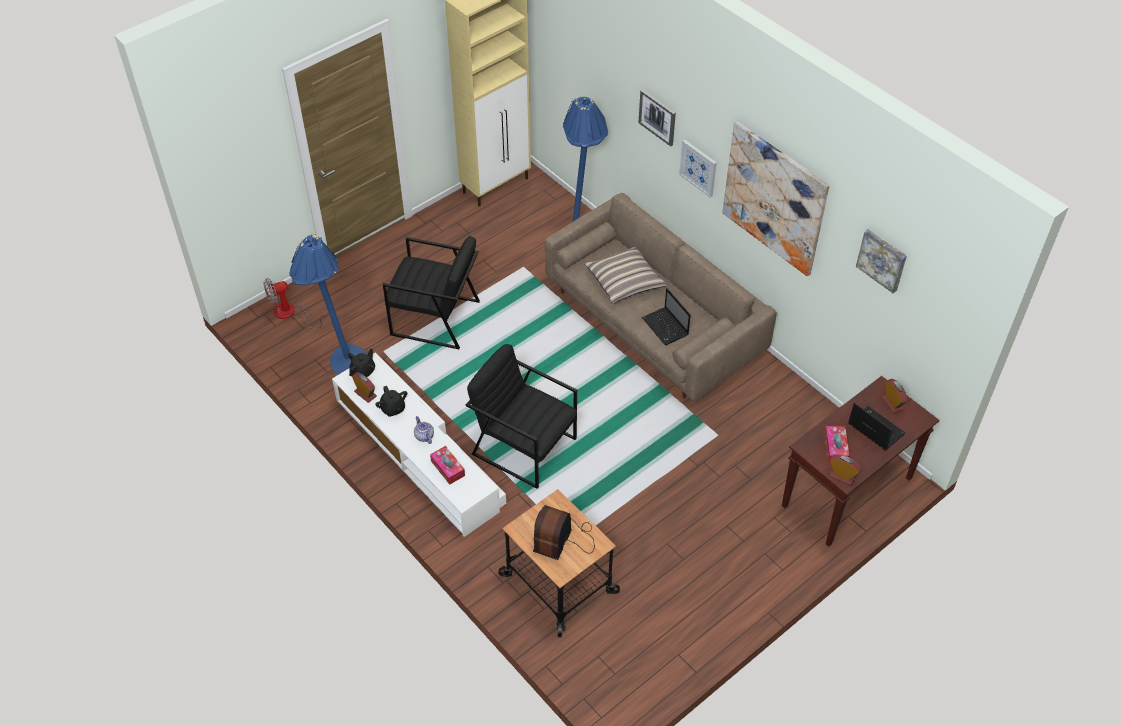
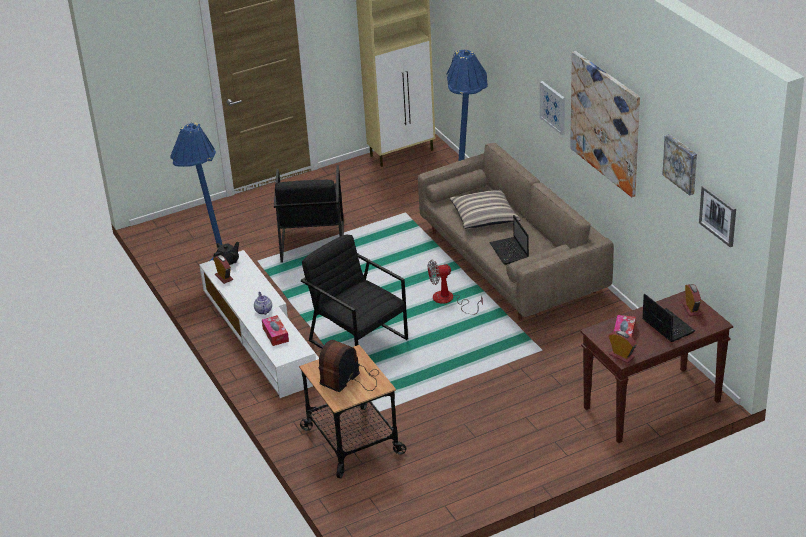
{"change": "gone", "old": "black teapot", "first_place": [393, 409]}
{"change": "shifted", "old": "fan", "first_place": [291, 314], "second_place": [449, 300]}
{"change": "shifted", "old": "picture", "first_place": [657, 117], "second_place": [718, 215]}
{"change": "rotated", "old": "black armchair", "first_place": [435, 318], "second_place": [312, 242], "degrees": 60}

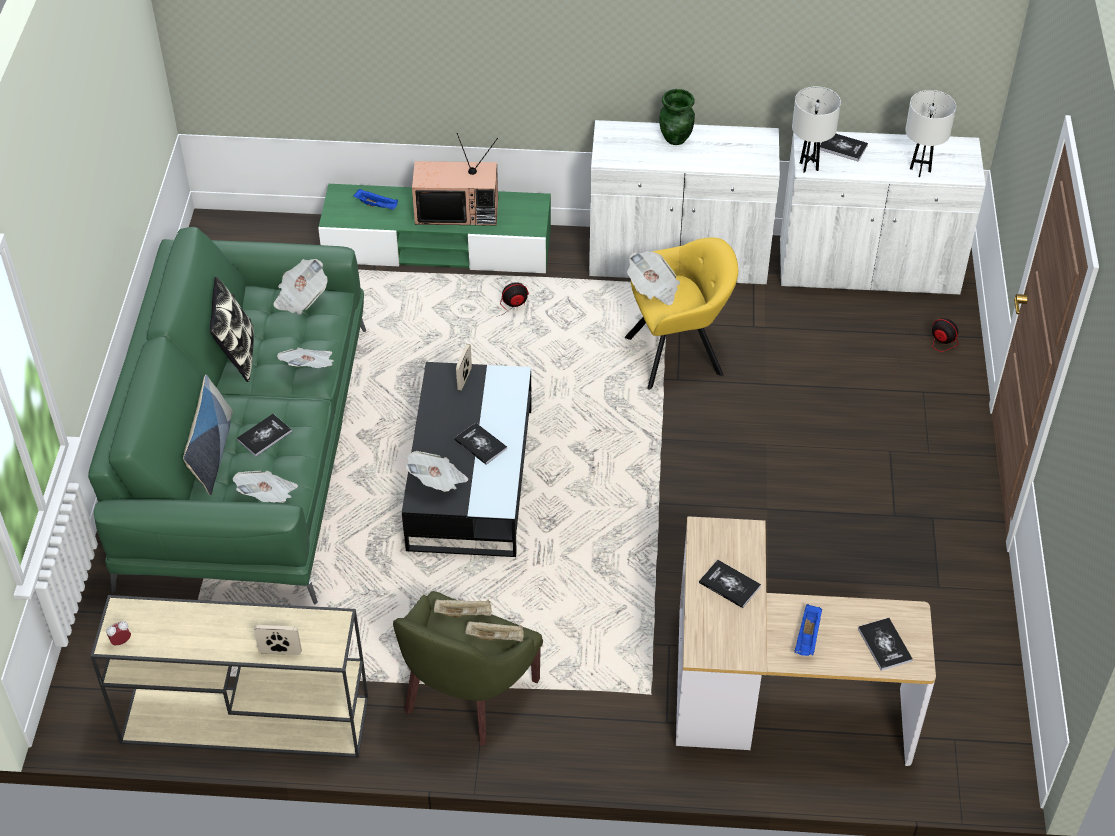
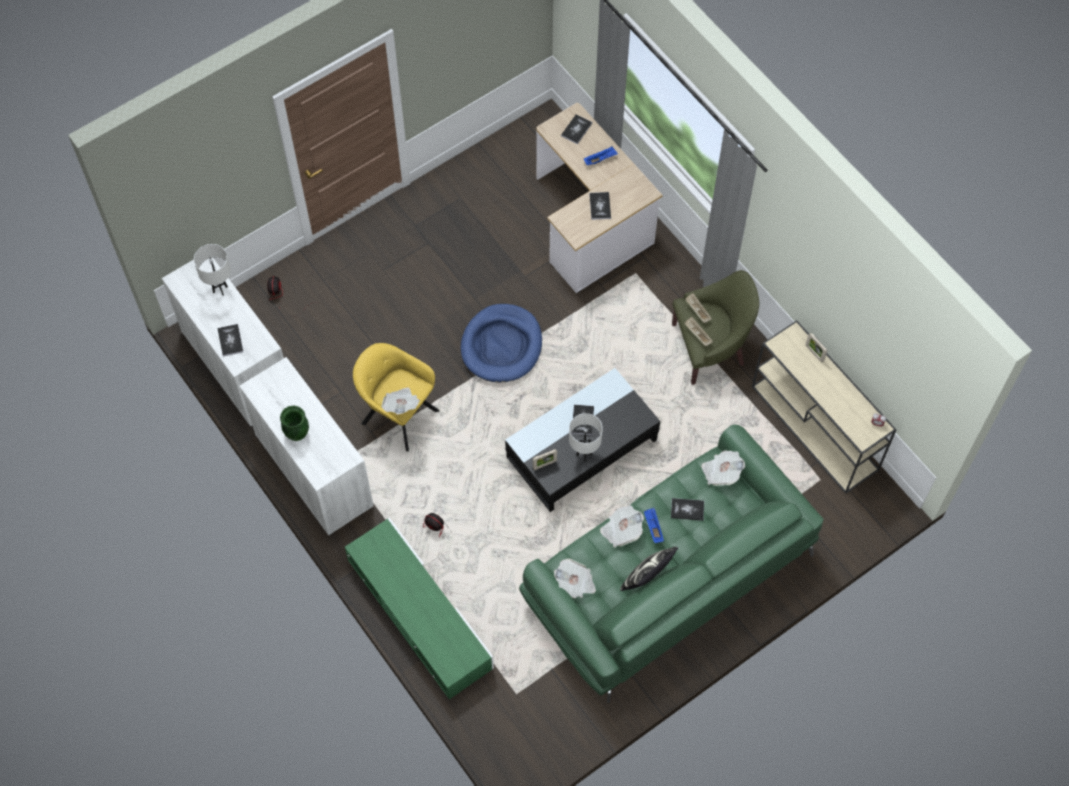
{"change": "gone", "old": "pillow", "first_place": [212, 452]}
{"change": "gone", "old": "newspaper", "first_place": [437, 481]}
{"change": "gone", "old": "television", "first_place": [458, 210]}
{"change": "new", "new": "blue dog bed", "second_place": [501, 345]}
{"change": "shifted", "old": "blue tray", "first_place": [377, 205], "second_place": [653, 527]}
{"change": "shifted", "old": "white table lamp", "first_place": [809, 166], "second_place": [584, 454]}

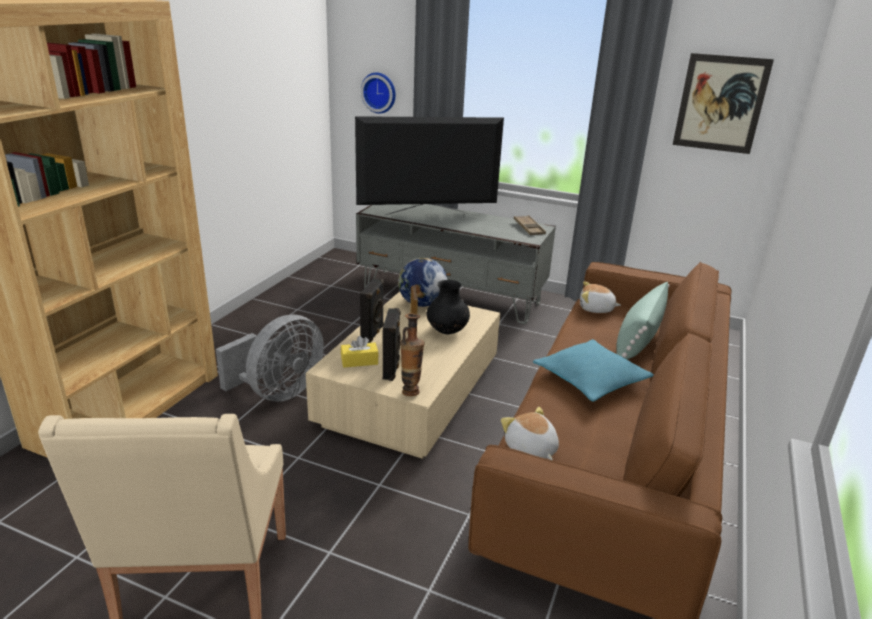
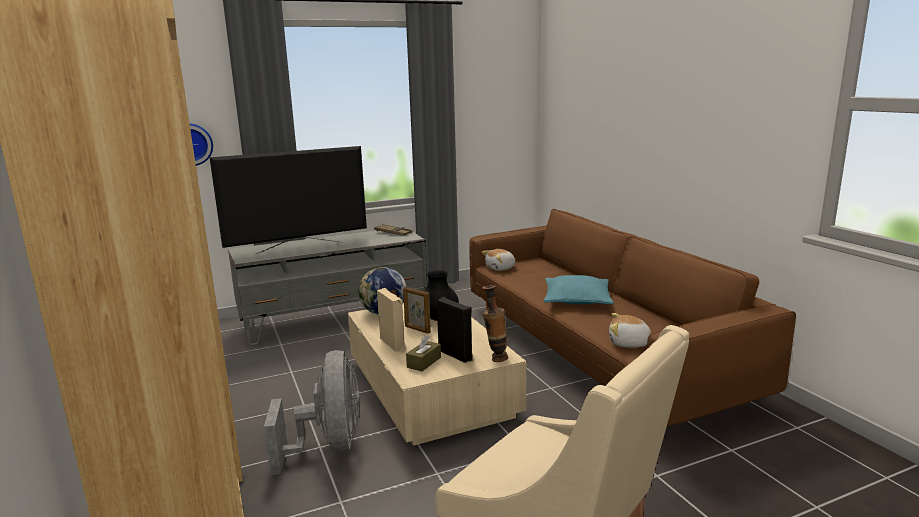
{"change": "gone", "old": "green pillow", "first_place": [638, 340]}
{"change": "gone", "old": "picture", "first_place": [720, 103]}
{"change": "repainted", "old": "yellow tissue box", "new": "brown tissue box", "first_place": [359, 361], "second_place": [424, 362]}
{"change": "repainted", "old": "black speaker", "new": "beige speaker", "first_place": [373, 334], "second_place": [393, 344]}
{"change": "rotated", "old": "television", "first_place": [427, 215], "second_place": [299, 248], "degrees": -150}

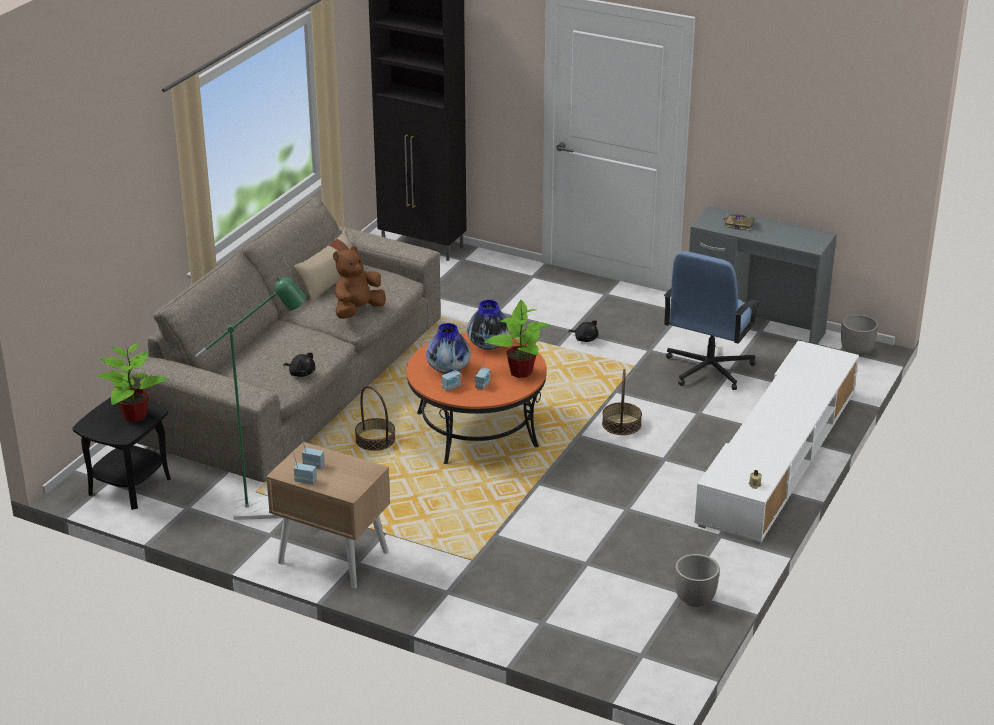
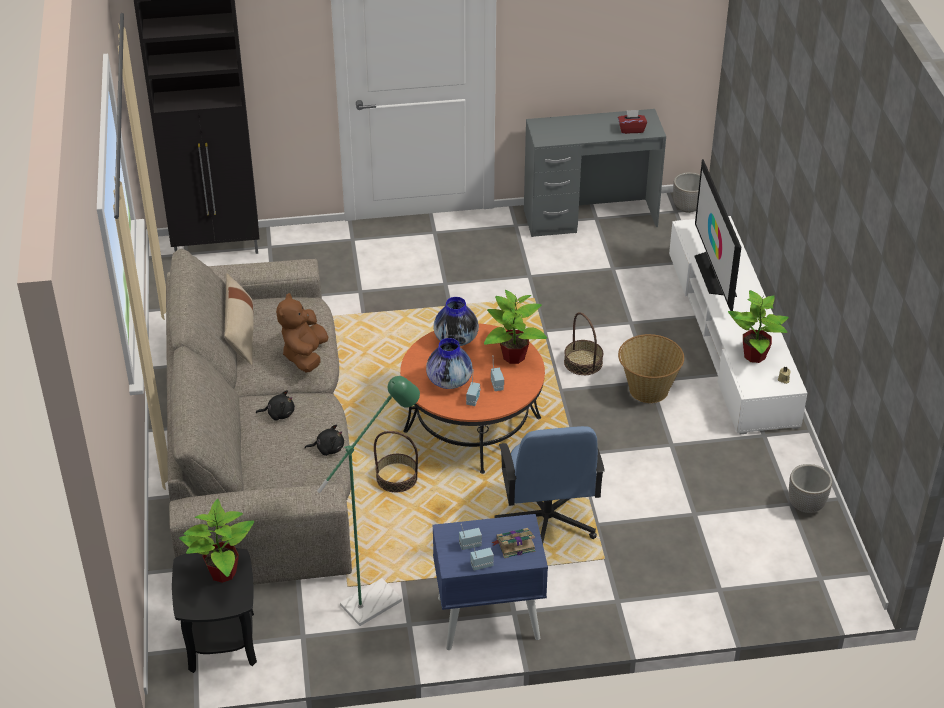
{"change": "new", "new": "red tissue box", "second_place": [631, 129]}
{"change": "new", "new": "basket", "second_place": [647, 390]}
{"change": "new", "new": "television", "second_place": [714, 273]}
{"change": "new", "new": "potted plant", "second_place": [755, 356]}
{"change": "shifted", "old": "black plush toy", "first_place": [585, 339], "second_place": [279, 414]}
{"change": "shifted", "old": "blue office chair", "first_place": [708, 369], "second_place": [546, 521]}
{"change": "shifted", "old": "book", "first_place": [738, 224], "second_place": [514, 545]}
{"change": "repainted", "old": "beige nightstand", "new": "blue nightstand", "first_place": [332, 557], "second_place": [487, 618]}

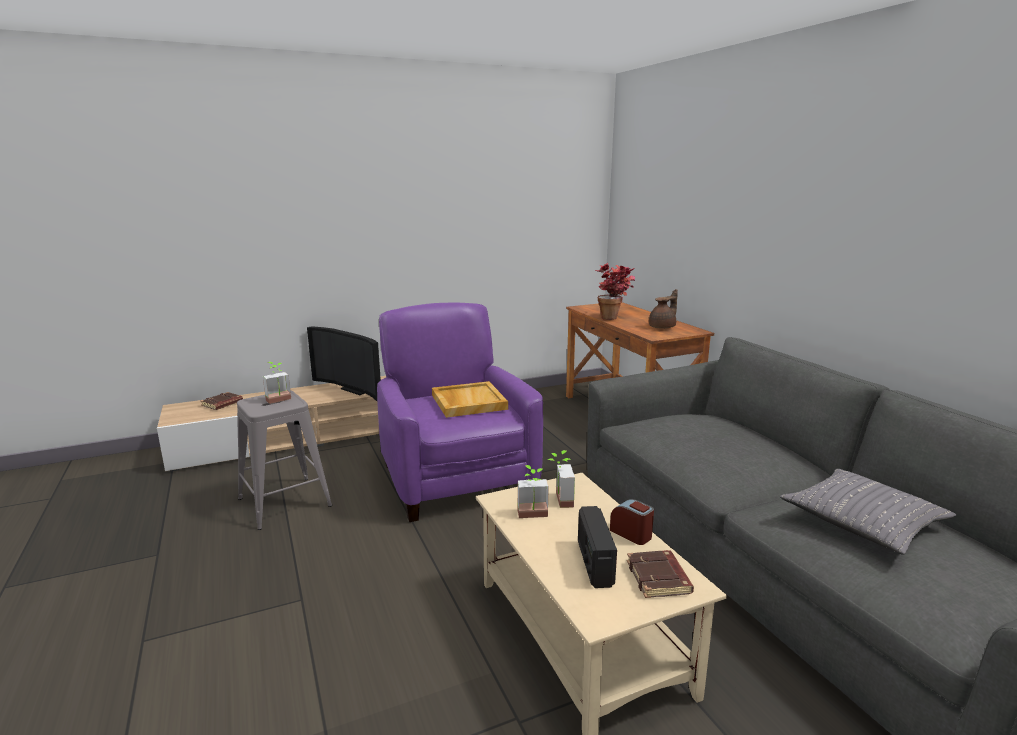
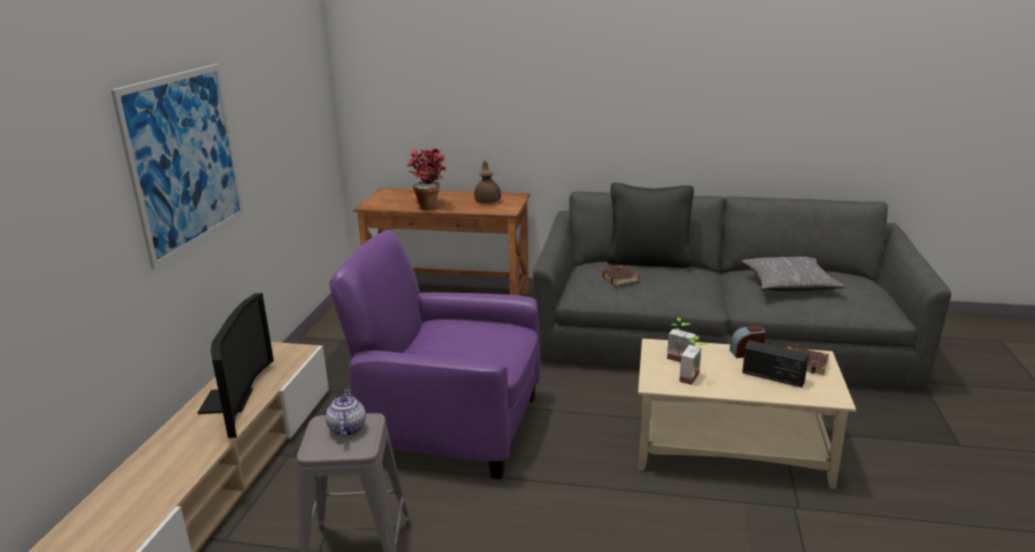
{"change": "gone", "old": "beige tray", "first_place": [468, 402]}
{"change": "new", "new": "picture", "second_place": [185, 160]}
{"change": "new", "new": "black pillow", "second_place": [648, 261]}
{"change": "shifted", "old": "brown book", "first_place": [222, 404], "second_place": [620, 278]}
{"change": "swapped", "old": "potted plant", "new": "teapot", "first_place": [280, 401], "second_place": [347, 428]}
{"change": "rotated", "old": "television", "first_place": [356, 389], "second_place": [234, 401], "degrees": -75}

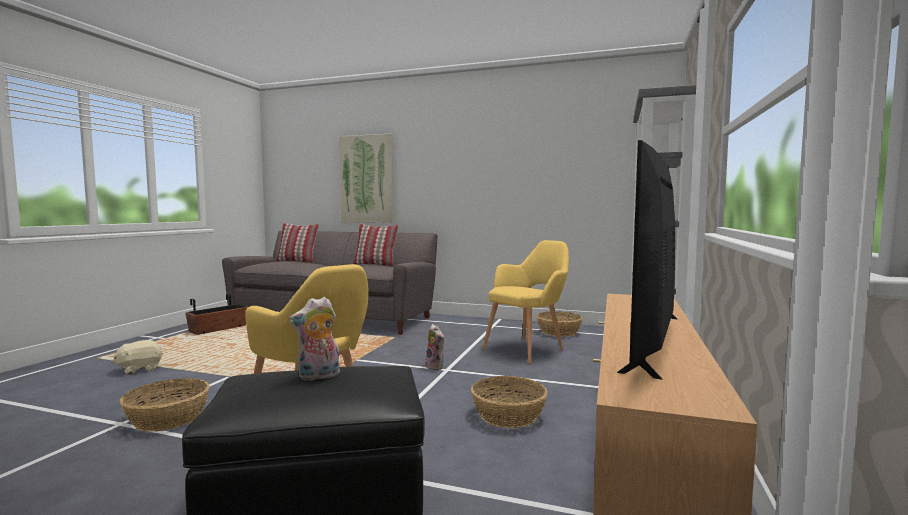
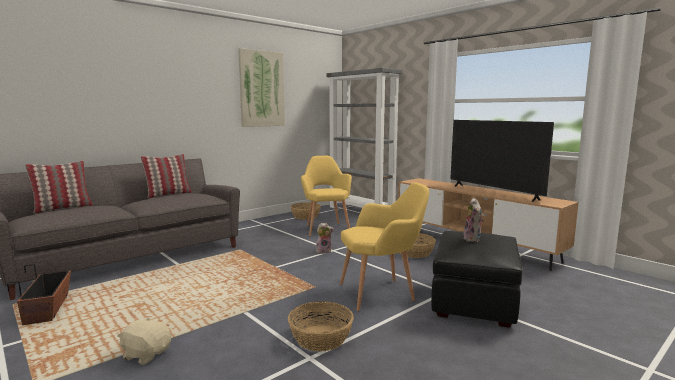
{"change": "shifted", "old": "picture", "first_place": [366, 179], "second_place": [262, 89]}
{"change": "rotated", "old": "beige plush toy", "first_place": [140, 369], "second_place": [146, 354], "degrees": 120}

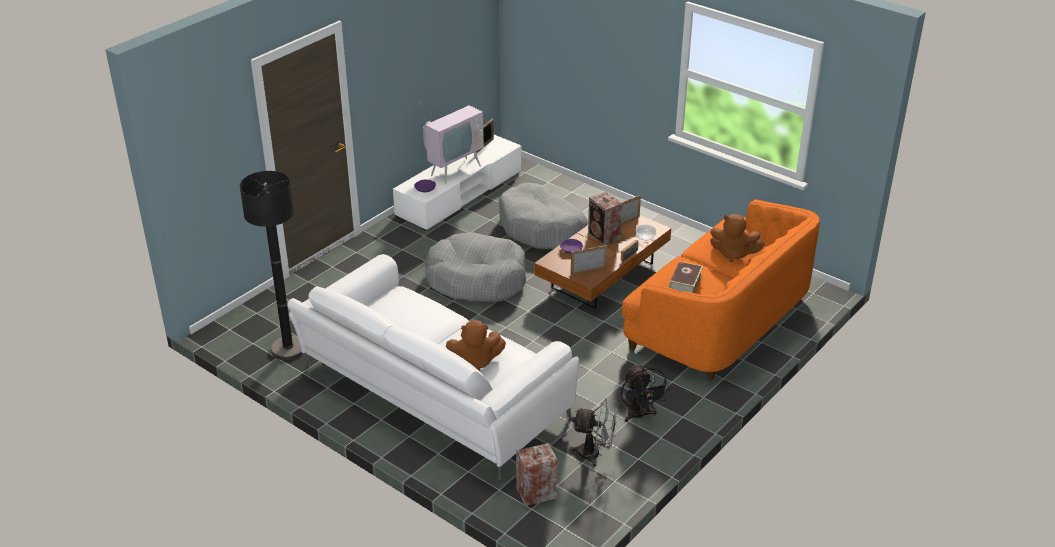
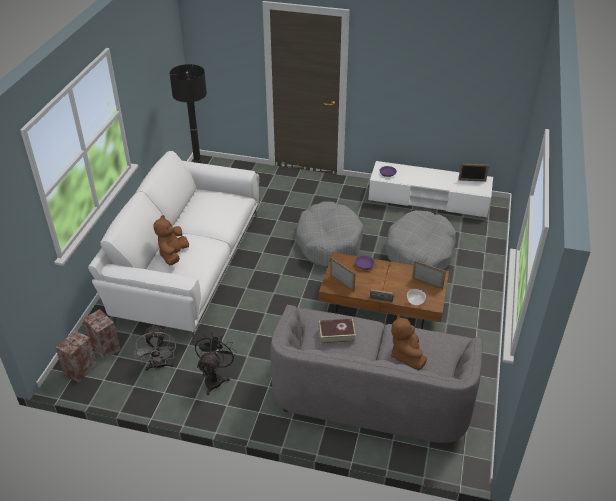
{"change": "gone", "old": "television", "first_place": [453, 169]}
{"change": "shifted", "old": "speaker", "first_place": [604, 237], "second_place": [79, 370]}
{"change": "repainted", "old": "orange sofa", "new": "grey sofa", "first_place": [720, 320], "second_place": [372, 395]}
{"change": "rotated", "old": "brown plush toy", "first_place": [475, 362], "second_place": [173, 255], "degrees": 45}
{"change": "rotated", "old": "black fan", "first_place": [639, 416], "second_place": [215, 378], "degrees": 150}

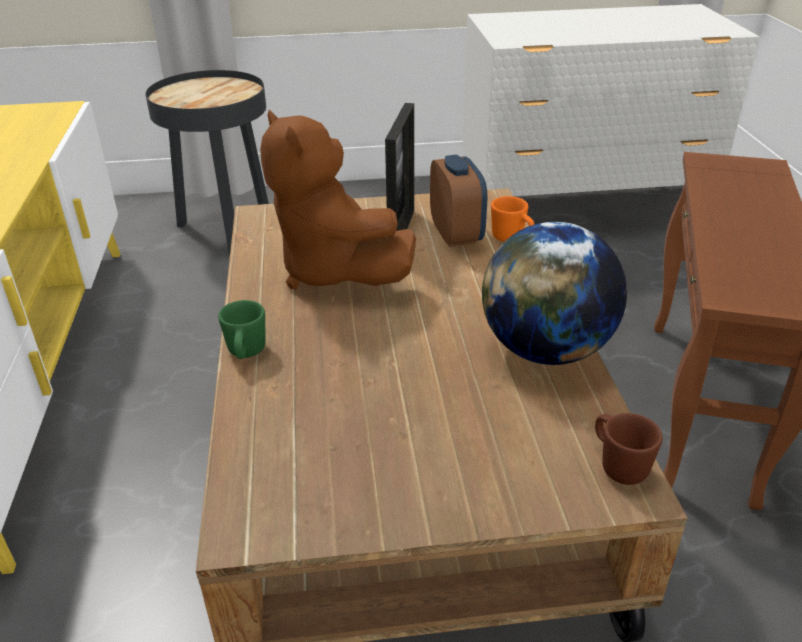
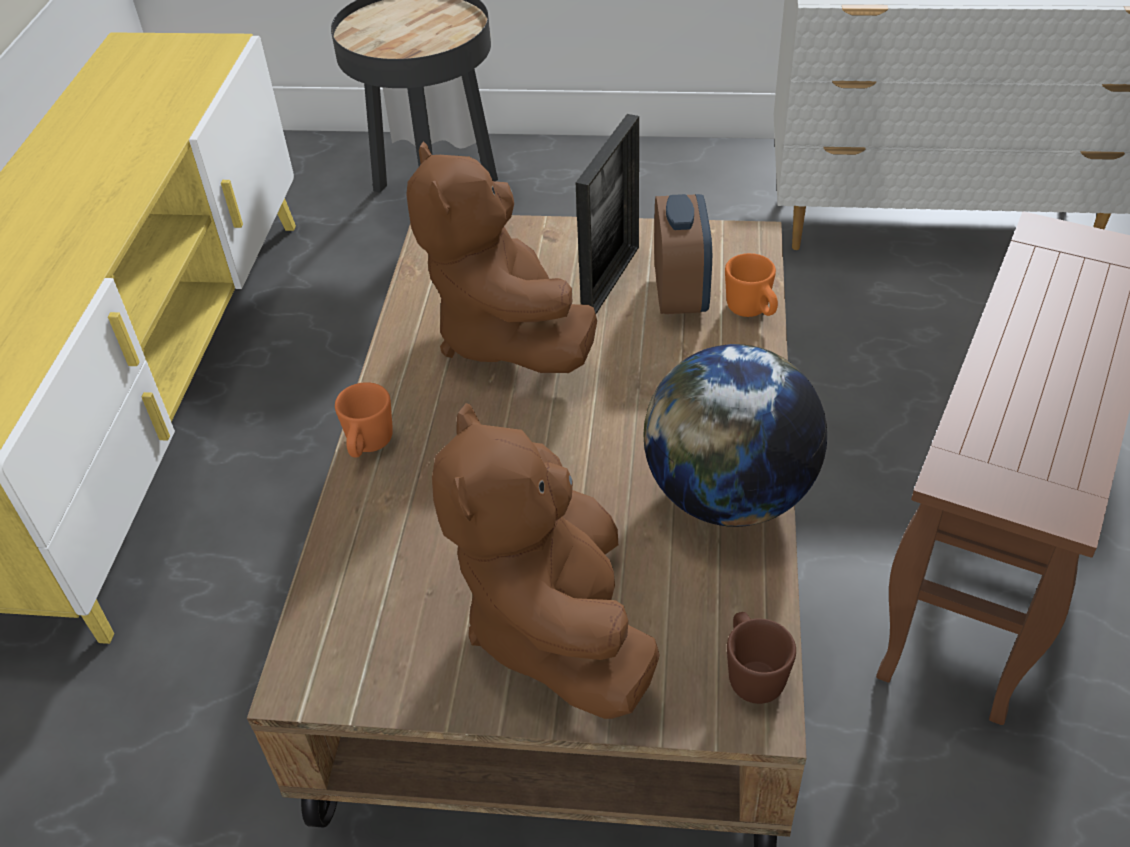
{"change": "new", "new": "brown plush toy", "second_place": [555, 624]}
{"change": "repainted", "old": "green mug", "new": "orange mug", "first_place": [246, 354], "second_place": [368, 446]}

